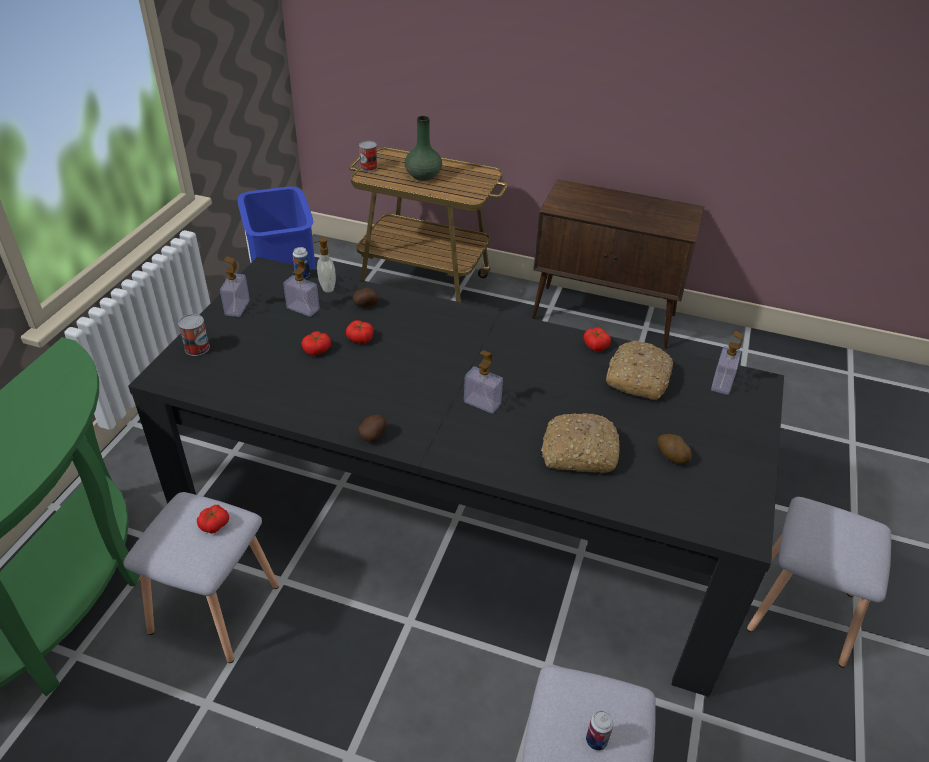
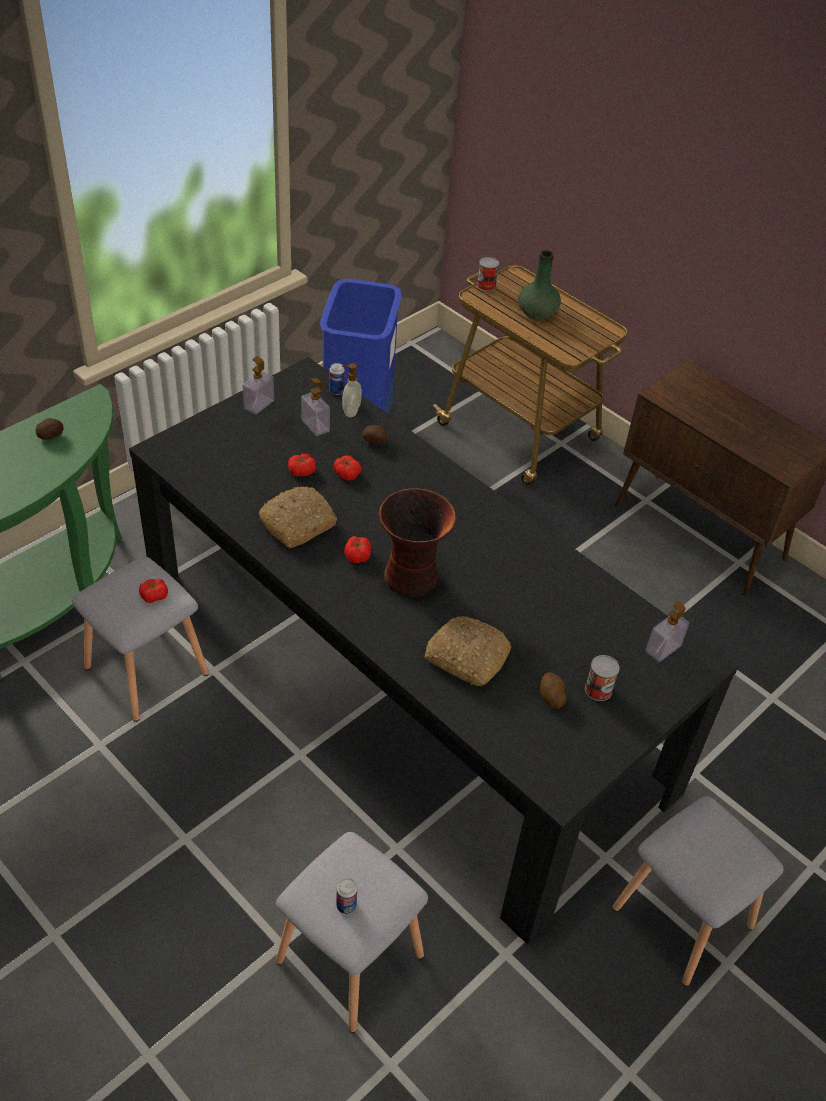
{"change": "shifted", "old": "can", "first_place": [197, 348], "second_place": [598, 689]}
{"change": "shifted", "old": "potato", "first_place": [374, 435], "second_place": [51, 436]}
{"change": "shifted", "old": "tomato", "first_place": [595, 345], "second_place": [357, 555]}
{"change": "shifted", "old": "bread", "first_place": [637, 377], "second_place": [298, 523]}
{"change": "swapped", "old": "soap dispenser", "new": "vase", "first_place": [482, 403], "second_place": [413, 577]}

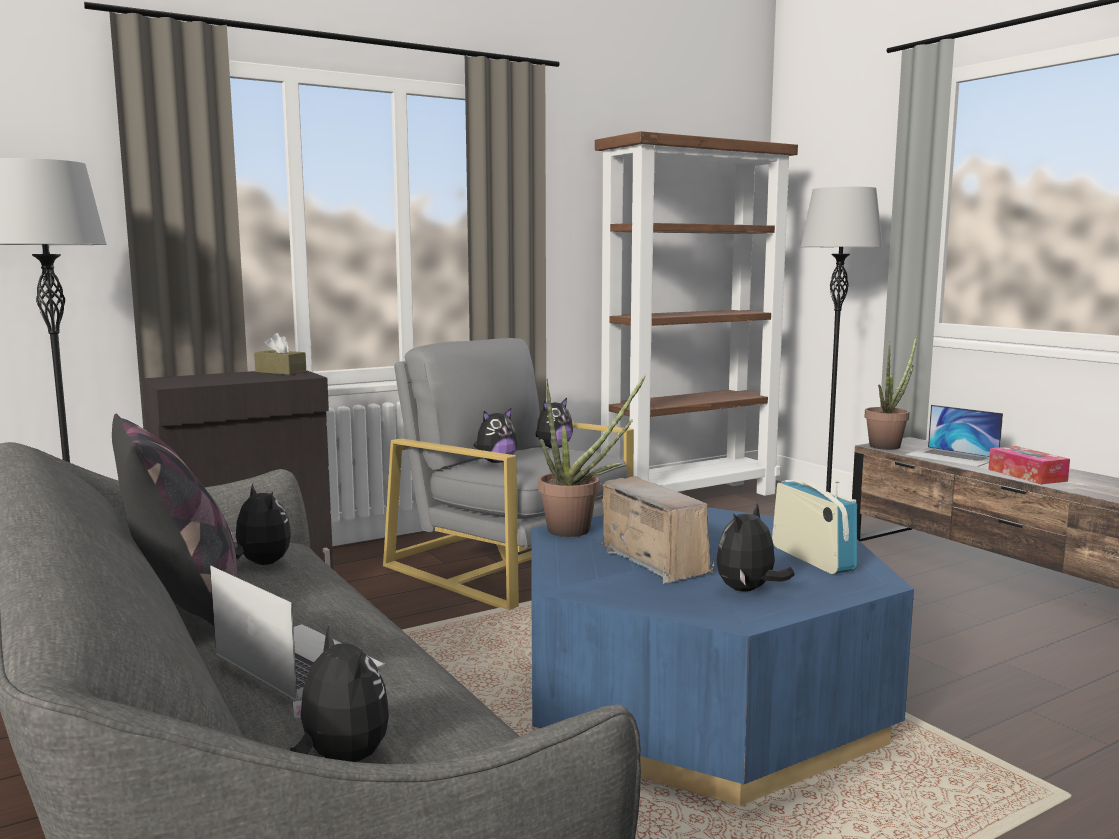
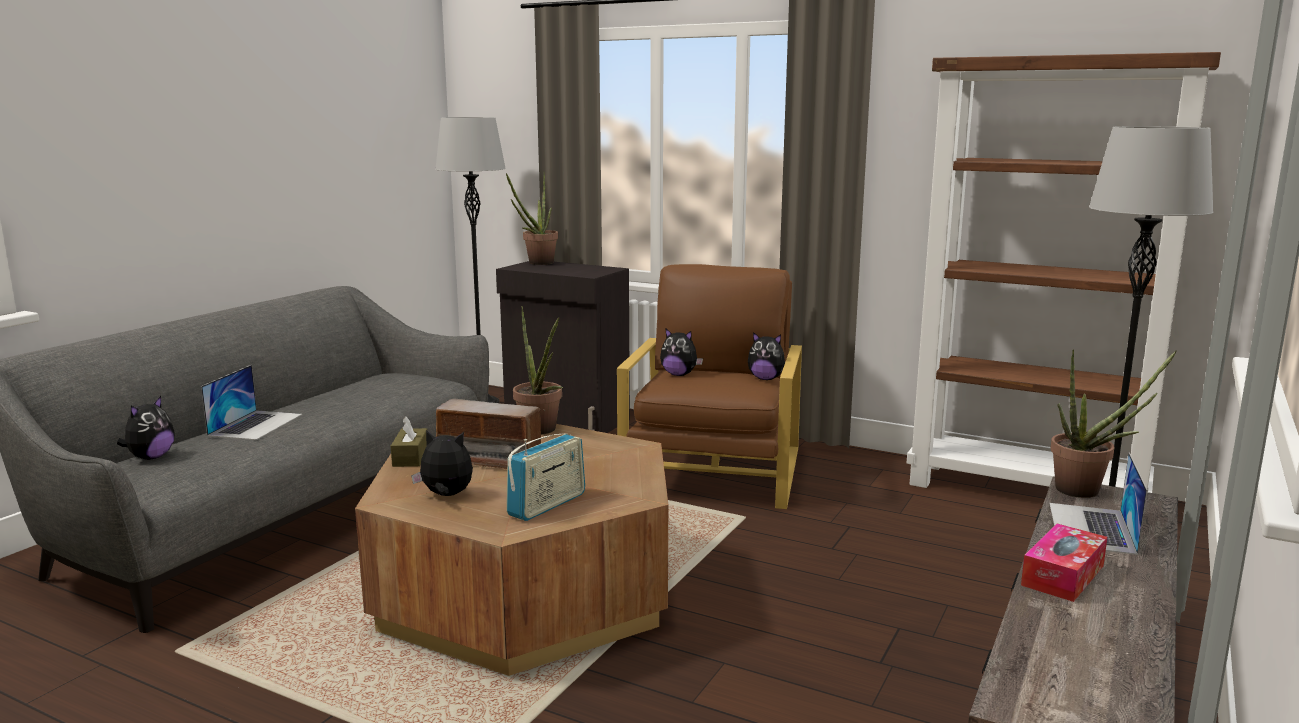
{"change": "gone", "old": "pillow", "first_place": [185, 606]}
{"change": "gone", "old": "plush toy", "first_place": [261, 564]}
{"change": "new", "new": "potted plant", "second_place": [537, 263]}
{"change": "shifted", "old": "brown tissue box", "first_place": [280, 372], "second_place": [410, 457]}
{"change": "repainted", "old": "grey armchair", "new": "brown armchair", "first_place": [511, 565], "second_place": [713, 471]}
{"change": "repainted", "old": "blue coffee table", "new": "brown coffee table", "first_place": [698, 701], "second_place": [525, 590]}
{"change": "rotated", "old": "radio", "first_place": [652, 560], "second_place": [490, 461], "degrees": 75}

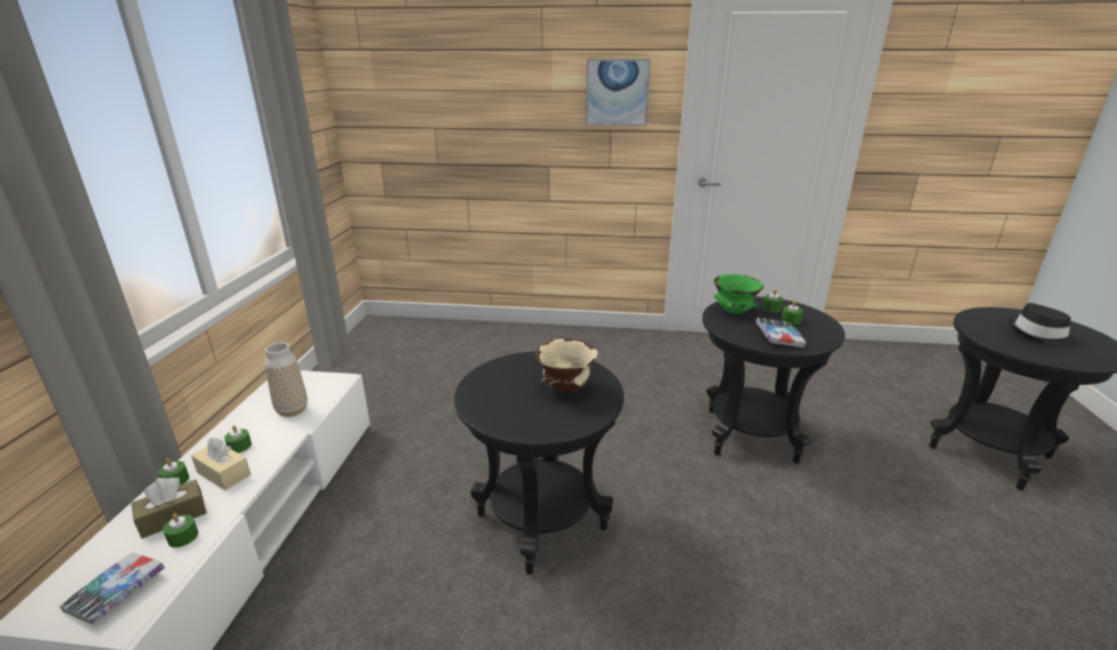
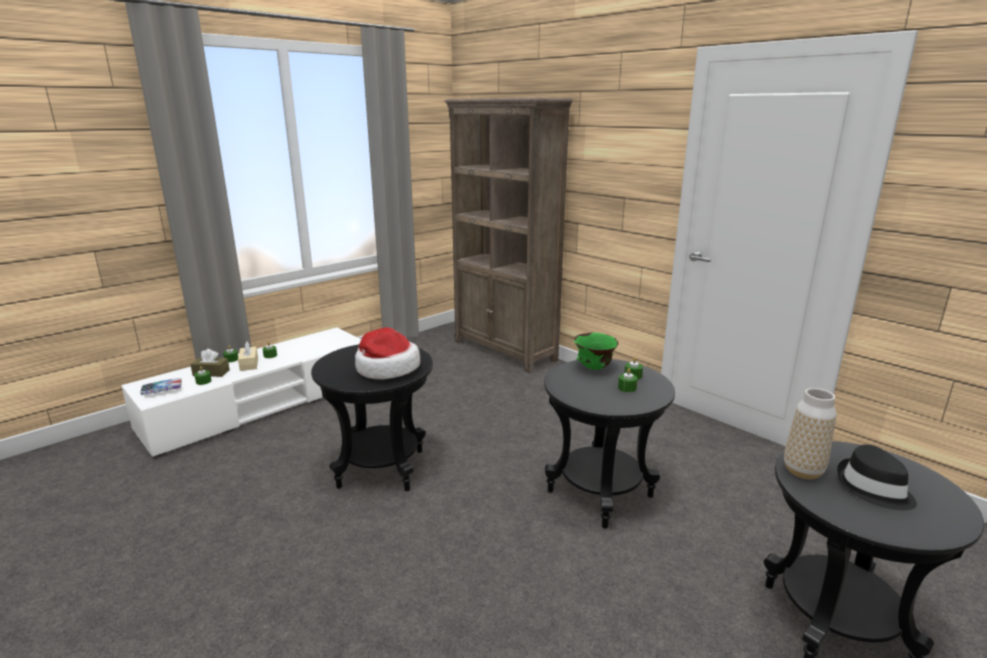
{"change": "gone", "old": "picture", "first_place": [617, 92]}
{"change": "gone", "old": "book", "first_place": [779, 337]}
{"change": "new", "new": "brown bookcase", "second_place": [505, 351]}
{"change": "shifted", "old": "vase", "first_place": [292, 410], "second_place": [802, 471]}
{"change": "swapped", "old": "beige bowl", "new": "hat", "first_place": [565, 389], "second_place": [386, 368]}

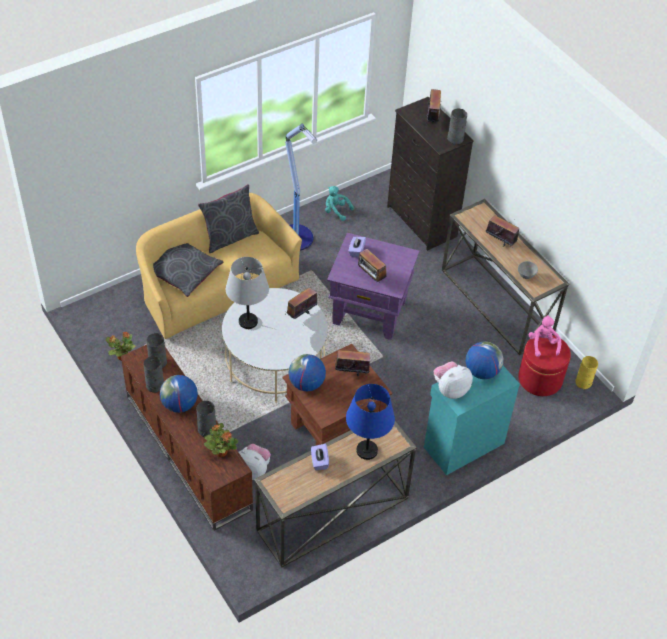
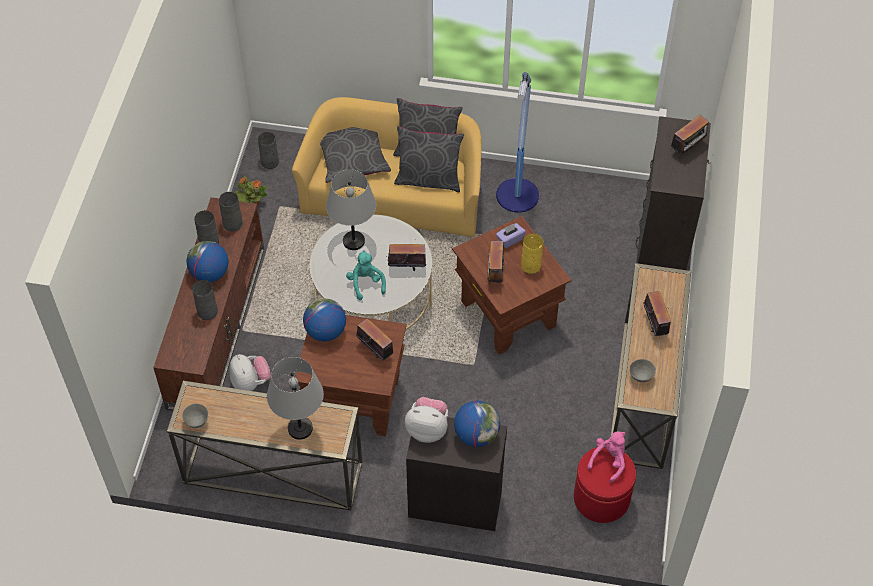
{"change": "gone", "old": "potted plant", "first_place": [221, 452]}
{"change": "gone", "old": "purple tissue box", "first_place": [319, 461]}
{"change": "new", "new": "grey bowl", "second_place": [197, 422]}
{"change": "new", "new": "grey pillow", "second_place": [428, 179]}
{"change": "shifted", "old": "turquoise plush toy", "first_place": [336, 211], "second_place": [366, 283]}
{"change": "shifted", "old": "grey vase", "first_place": [455, 139], "second_place": [269, 163]}
{"change": "shifted", "old": "yellow vase", "first_place": [583, 383], "second_place": [530, 266]}
{"change": "repainted", "old": "purple side table", "new": "brown side table", "first_place": [369, 312], "second_place": [507, 314]}
{"change": "repainted", "old": "blue table lamp", "new": "grey table lamp", "first_place": [367, 451], "second_place": [300, 429]}
{"change": "repainted", "old": "turquoise cabinet", "new": "black cabinet", "first_place": [462, 444], "second_place": [454, 501]}

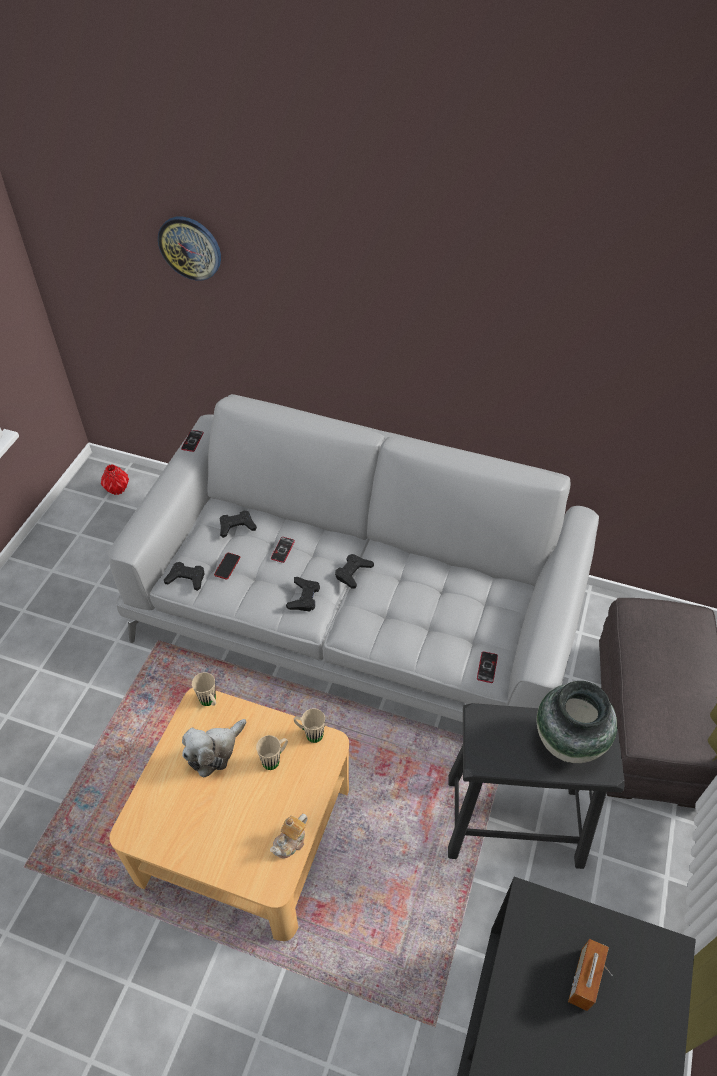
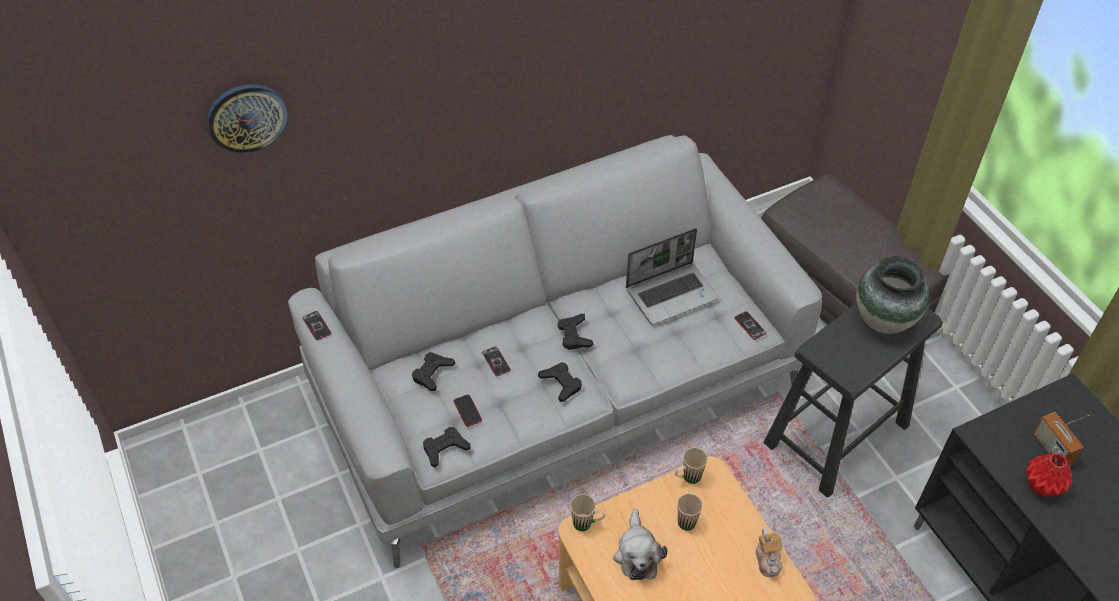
{"change": "new", "new": "laptop", "second_place": [672, 293]}
{"change": "shifted", "old": "red vase", "first_place": [117, 490], "second_place": [1041, 487]}

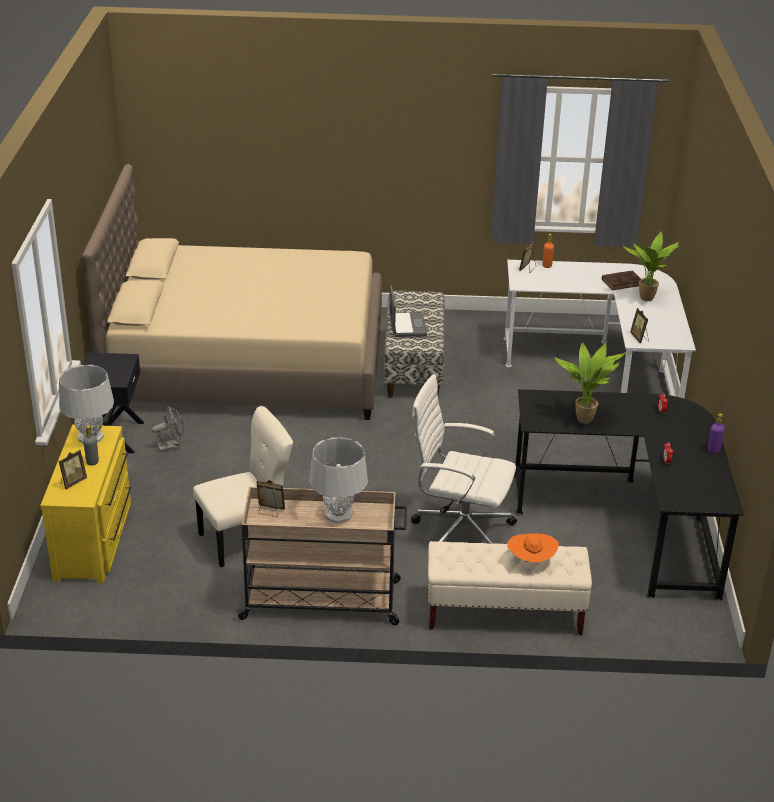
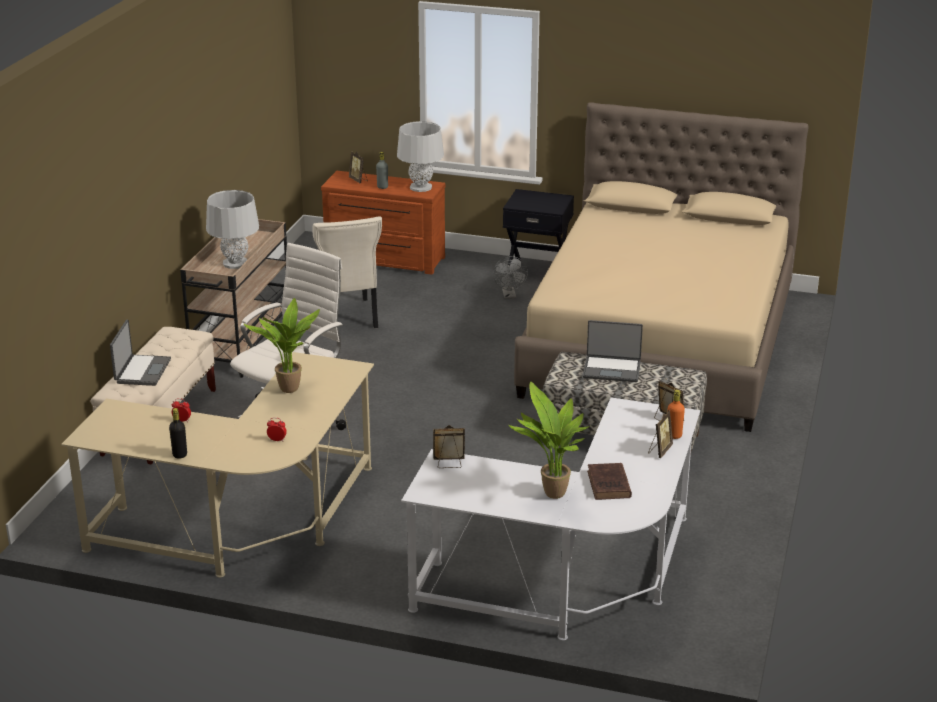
{"change": "shifted", "old": "picture frame", "first_place": [270, 511], "second_place": [659, 450]}
{"change": "swapped", "old": "orange hat", "new": "laptop", "first_place": [531, 561], "second_place": [142, 371]}
{"change": "repainted", "old": "yellow dresser", "new": "brown dresser", "first_place": [95, 539], "second_place": [384, 260]}
{"change": "repainted", "old": "black desk", "new": "beige desk", "first_place": [630, 521], "second_place": [246, 525]}
{"change": "repainted", "old": "purple bottle", "new": "black bottle", "first_place": [713, 450], "second_place": [180, 455]}

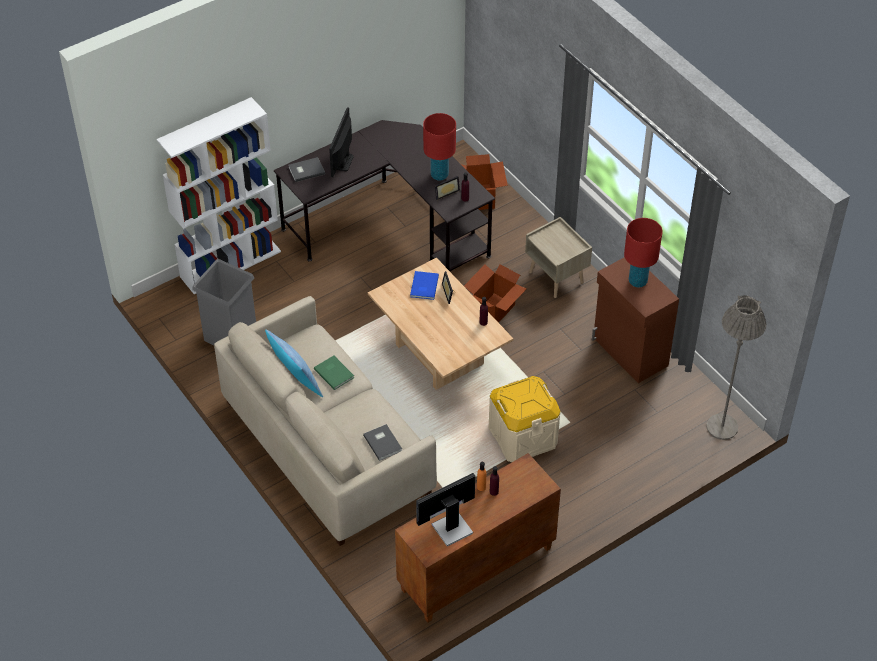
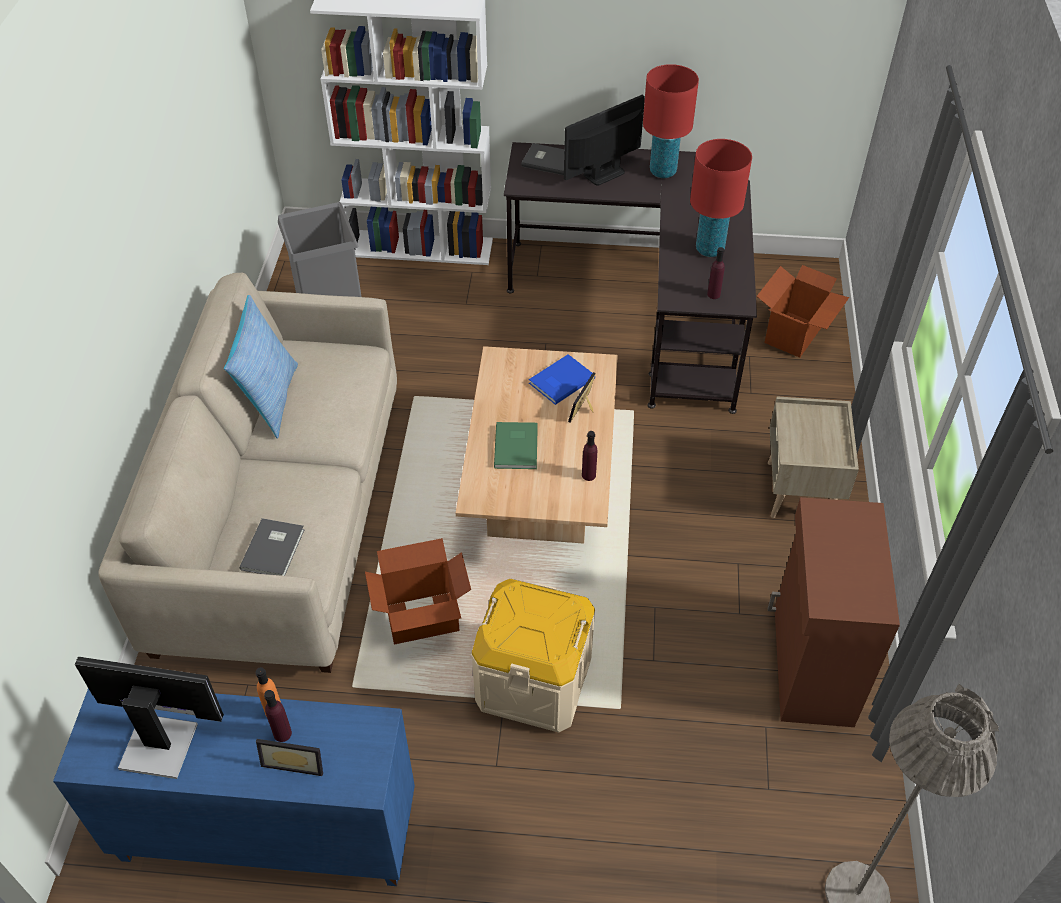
{"change": "shifted", "old": "green book", "first_place": [334, 372], "second_place": [517, 446]}
{"change": "shifted", "old": "picture frame", "first_place": [445, 192], "second_place": [295, 760]}
{"change": "shifted", "old": "cardboard box", "first_place": [494, 310], "second_place": [423, 619]}
{"change": "shifted", "old": "red table lamp", "first_place": [638, 281], "second_place": [663, 171]}
{"change": "repainted", "old": "brown cabinet", "new": "blue cabinet", "first_place": [476, 570], "second_place": [265, 834]}

